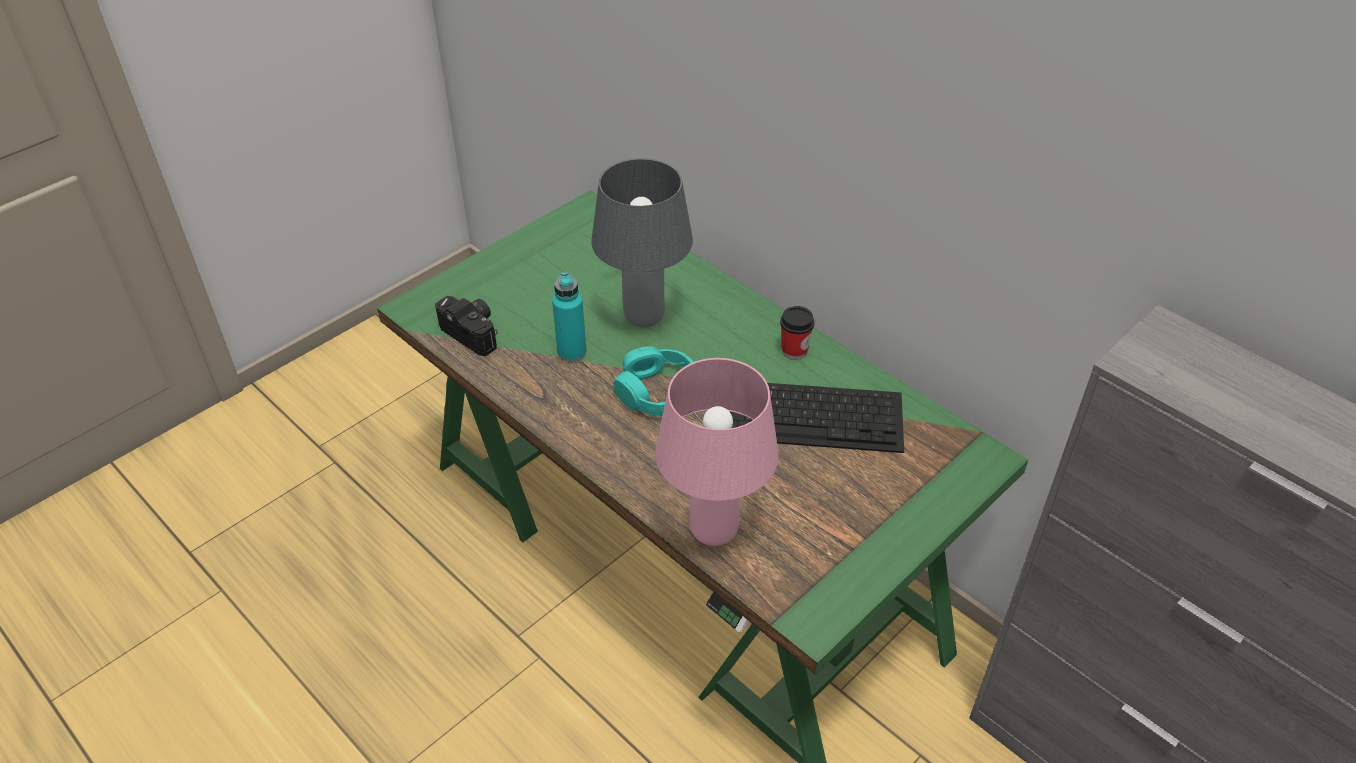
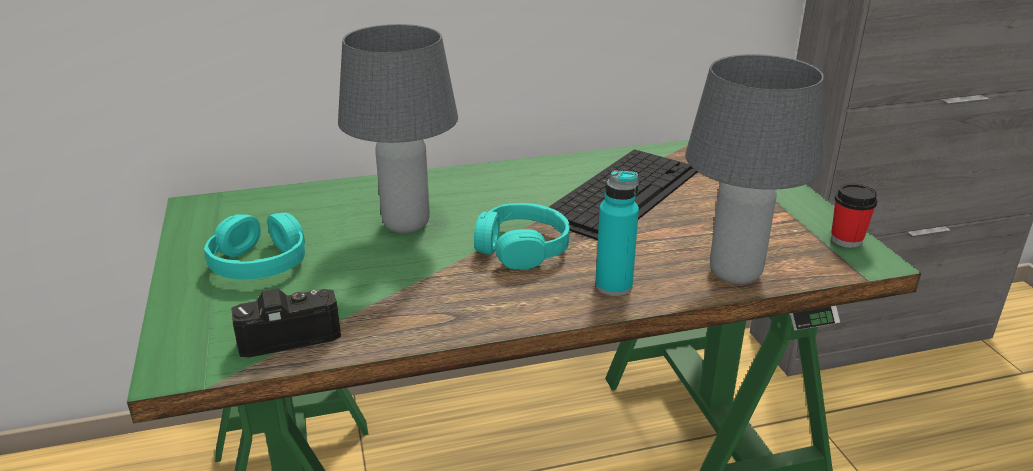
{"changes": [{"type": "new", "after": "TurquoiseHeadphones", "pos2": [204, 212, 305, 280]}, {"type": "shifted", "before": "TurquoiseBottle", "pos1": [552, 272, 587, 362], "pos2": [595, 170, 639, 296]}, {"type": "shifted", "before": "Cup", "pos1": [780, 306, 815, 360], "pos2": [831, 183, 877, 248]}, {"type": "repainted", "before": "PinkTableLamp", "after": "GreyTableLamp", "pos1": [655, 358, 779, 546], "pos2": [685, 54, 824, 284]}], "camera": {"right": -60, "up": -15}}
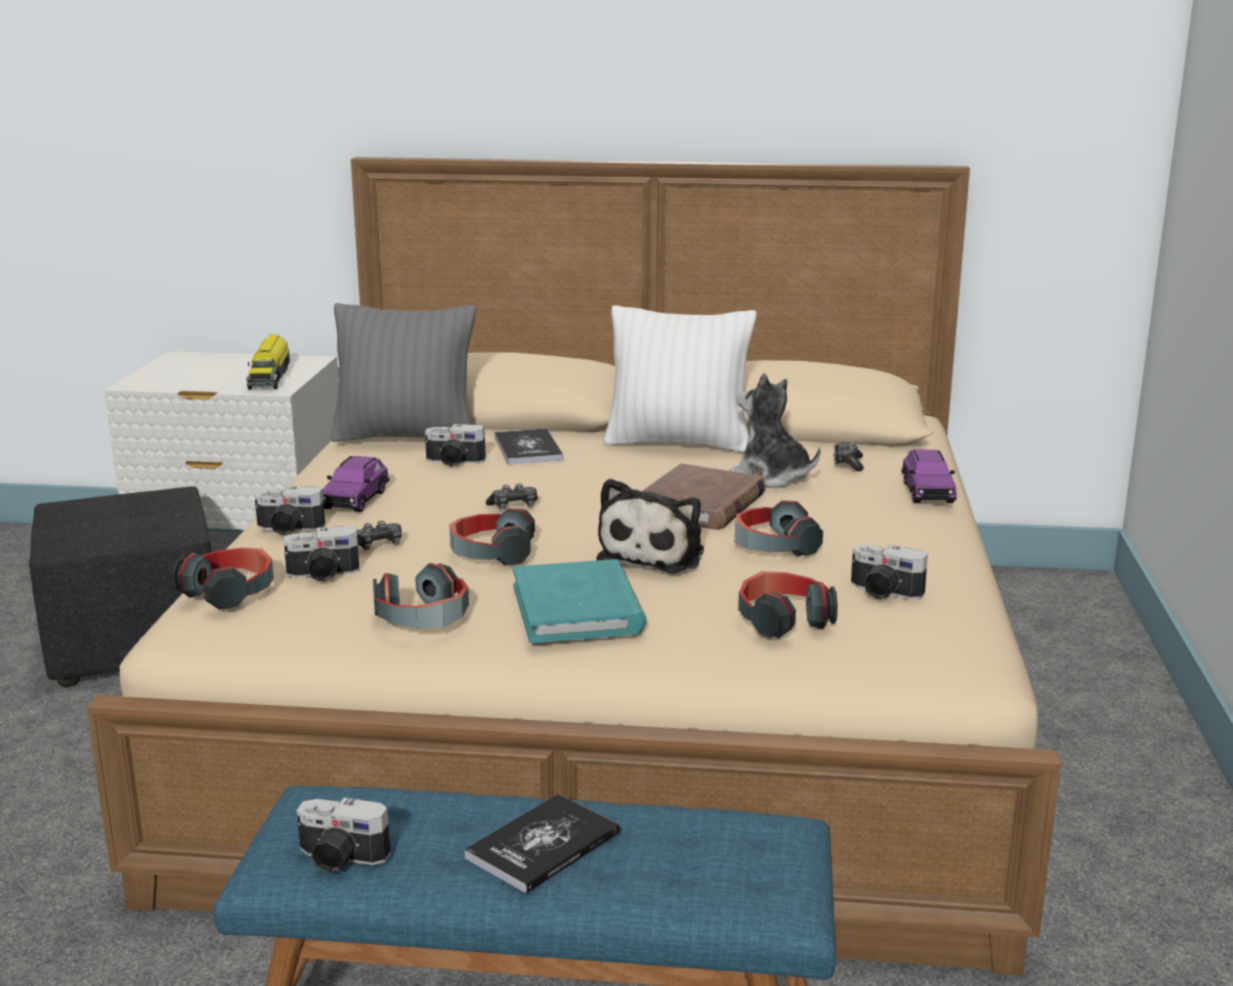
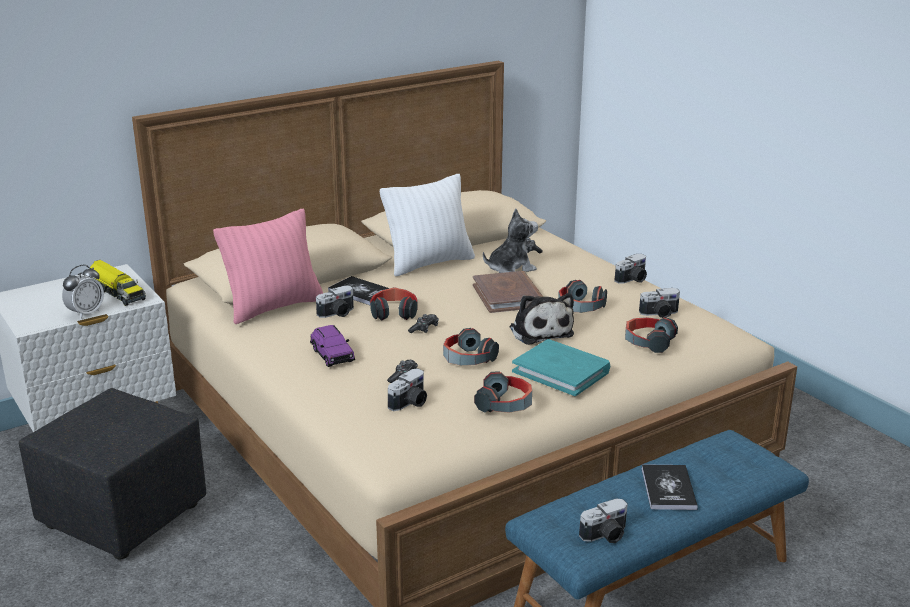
{"changes": [{"type": "gone", "before": "PurpleToyCar", "pos1": [901, 450, 957, 503]}, {"type": "new", "after": "AlarmClock", "pos2": [62, 265, 104, 319]}, {"type": "shifted", "before": "Headphones", "pos1": [171, 548, 274, 610], "pos2": [370, 287, 418, 320]}, {"type": "shifted", "before": "PhotoCamera", "pos1": [254, 486, 325, 536], "pos2": [614, 254, 647, 284]}, {"type": "repainted", "before": "GreyPillow", "after": "PinkPillow", "pos1": [330, 303, 476, 442], "pos2": [213, 209, 323, 324]}, {"type": "rotated", "before": "PlushToy", "pos1": [729, 373, 821, 488], "pos2": [483, 209, 538, 273], "turn": 150}], "camera": {"right": -40, "up": 5}}
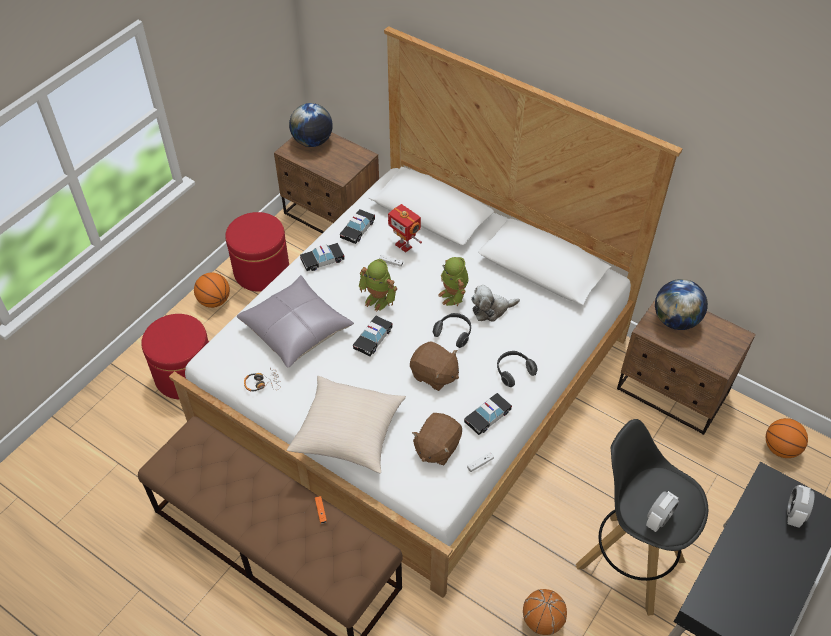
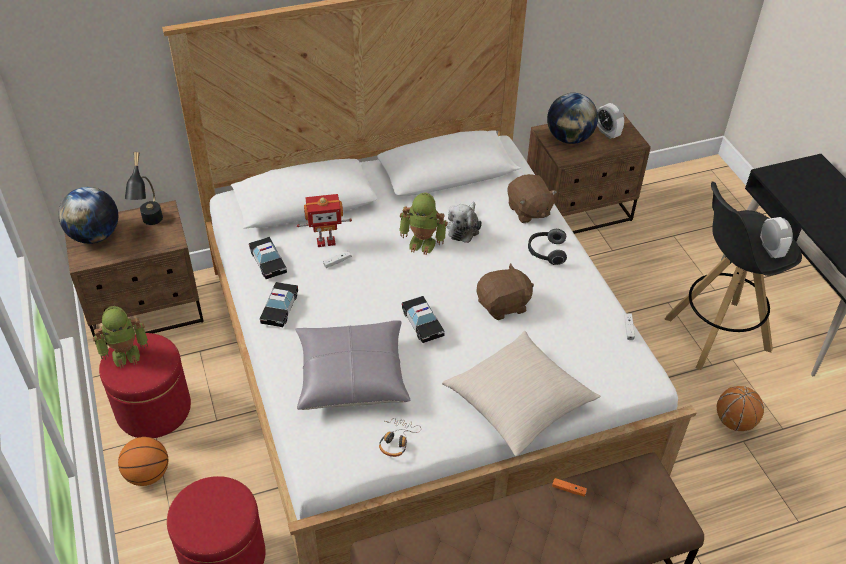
{"changes": [{"type": "gone", "before": "Headphones", "pos1": [433, 313, 471, 348]}, {"type": "gone", "before": "ToyCar", "pos1": [464, 393, 512, 435]}, {"type": "gone", "before": "Basketball", "pos1": [766, 418, 808, 458]}, {"type": "new", "after": "BlackTableLamp", "pos2": [125, 152, 163, 225]}, {"type": "shifted", "before": "ToyRobot", "pos1": [359, 259, 397, 311], "pos2": [93, 306, 148, 369]}, {"type": "shifted", "before": "BrownPlushToy", "pos1": [412, 413, 462, 465], "pos2": [507, 174, 557, 223]}, {"type": "shifted", "before": "AlarmClock", "pos1": [787, 485, 815, 528], "pos2": [597, 103, 624, 139]}], "camera": {"right": -55, "up": -5}}
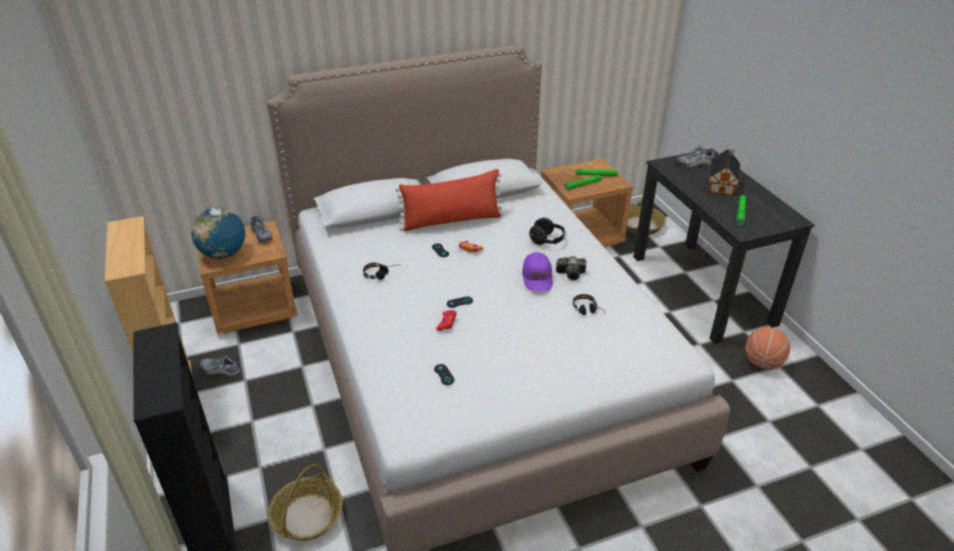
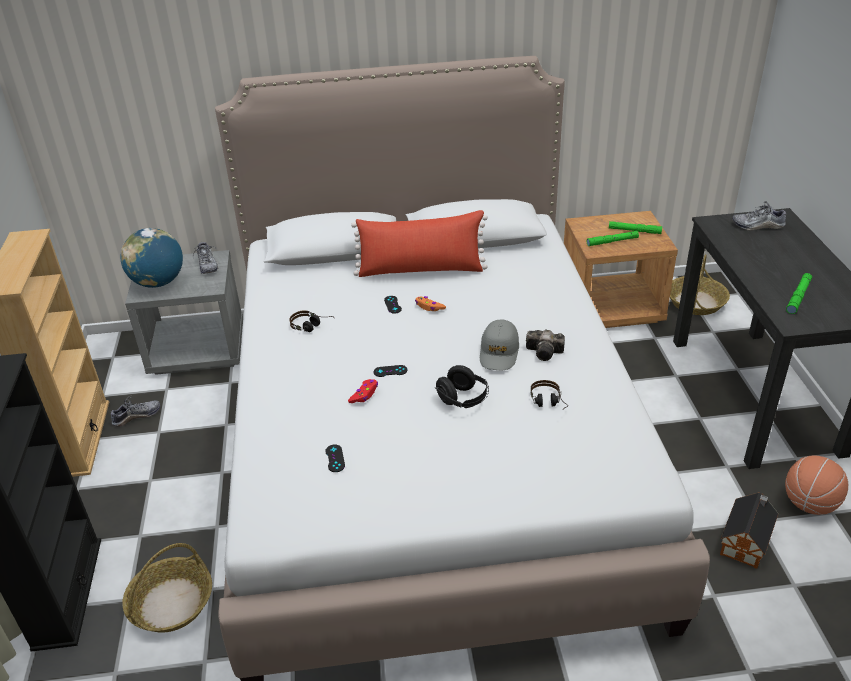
{"changes": [{"type": "shifted", "before": "BlackHeadphones", "pos1": [529, 218, 566, 245], "pos2": [434, 365, 489, 408]}, {"type": "shifted", "before": "ToyHouse", "pos1": [708, 149, 740, 196], "pos2": [720, 492, 778, 569]}, {"type": "repainted", "before": "BrownNightstand", "after": "GreyNightstand", "pos1": [197, 220, 298, 334], "pos2": [125, 250, 243, 375]}, {"type": "repainted", "before": "PurpleCap", "after": "GreyCap", "pos1": [522, 252, 553, 292], "pos2": [480, 319, 519, 370]}, {"type": "rotated", "before": "Shoe", "pos1": [200, 353, 240, 376], "pos2": [111, 395, 160, 427], "turn": 120}], "camera": {"right": 15, "up": 0}}
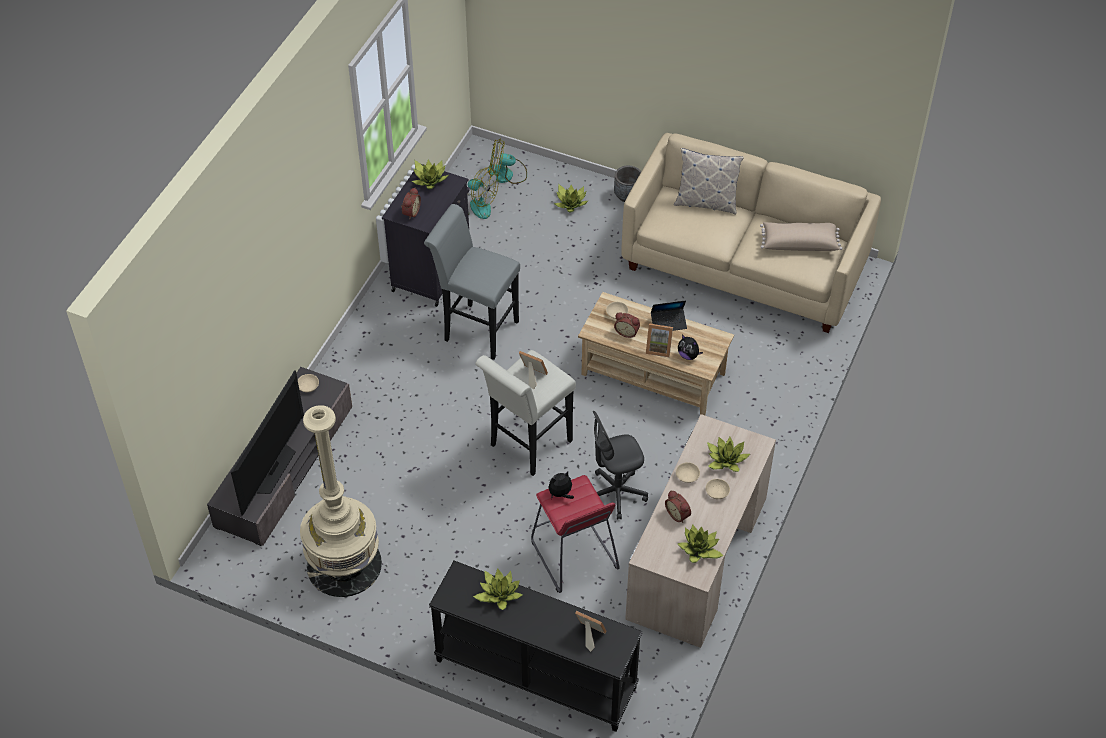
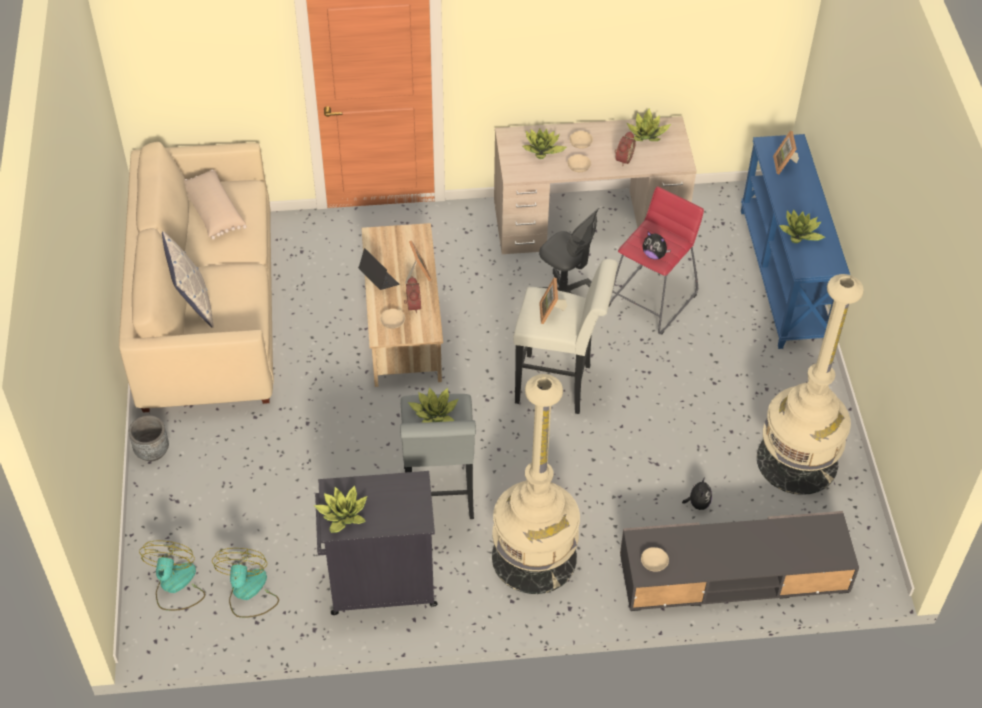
{"changes": [{"type": "gone", "before": "Television", "pos1": [231, 370, 304, 516]}, {"type": "gone", "before": "AlarmClock", "pos1": [401, 187, 421, 219]}, {"type": "new", "after": "BeigeFloorLamp", "pos2": [492, 374, 580, 594]}, {"type": "shifted", "before": "PottedPlant", "pos1": [554, 184, 589, 212], "pos2": [408, 388, 458, 423]}, {"type": "shifted", "before": "PlushToy", "pos1": [678, 335, 703, 360], "pos2": [682, 478, 712, 510]}, {"type": "repainted", "before": "BlackConsoleTable", "after": "BlueConsoleTable", "pos1": [429, 561, 642, 732], "pos2": [741, 134, 850, 349]}, {"type": "rotated", "before": "Fan", "pos1": [488, 138, 527, 184], "pos2": [139, 540, 205, 611], "turn": -150}], "camera": {"right": -120, "up": 0}}
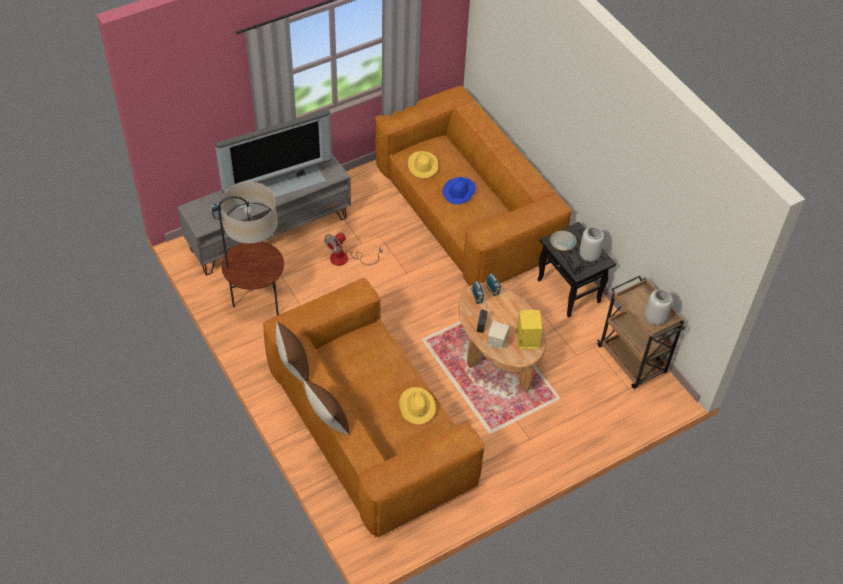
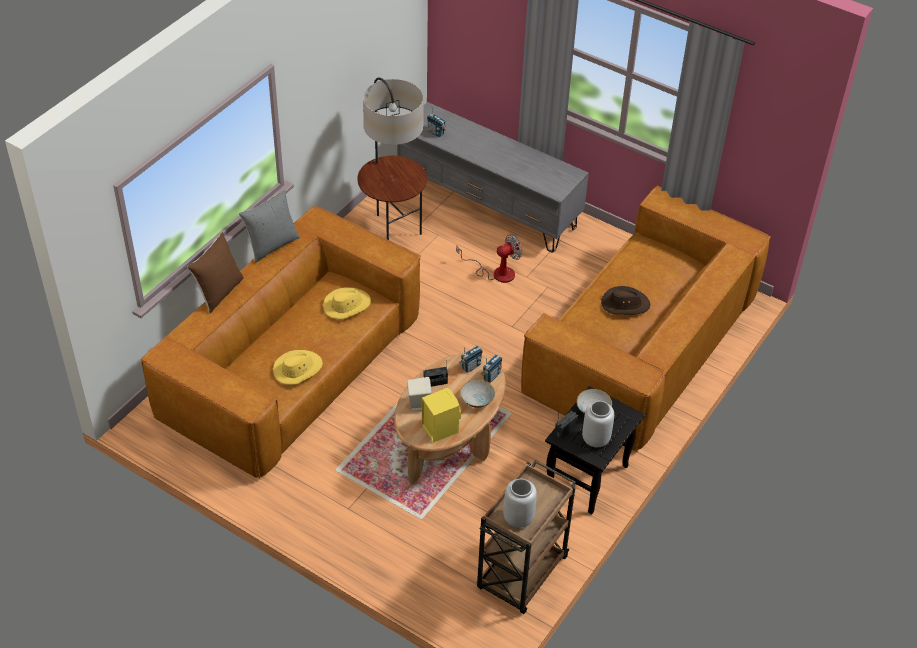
{"changes": [{"type": "gone", "before": "Television", "pos1": [215, 109, 332, 209]}, {"type": "new", "after": "Bowl", "pos2": [460, 380, 495, 408]}, {"type": "shifted", "before": "YellowHat", "pos1": [408, 151, 438, 179], "pos2": [323, 287, 371, 319]}, {"type": "repainted", "before": "BrownPillow", "after": "GreyPillow", "pos1": [276, 321, 309, 383], "pos2": [239, 189, 300, 263]}, {"type": "repainted", "before": "BlueHat", "after": "BrownHat", "pos1": [442, 177, 476, 204], "pos2": [601, 286, 650, 315]}, {"type": "rotated", "before": "Fan", "pos1": [324, 233, 383, 266], "pos2": [456, 234, 522, 283], "turn": 135}], "camera": {"right": 65, "up": -5}}
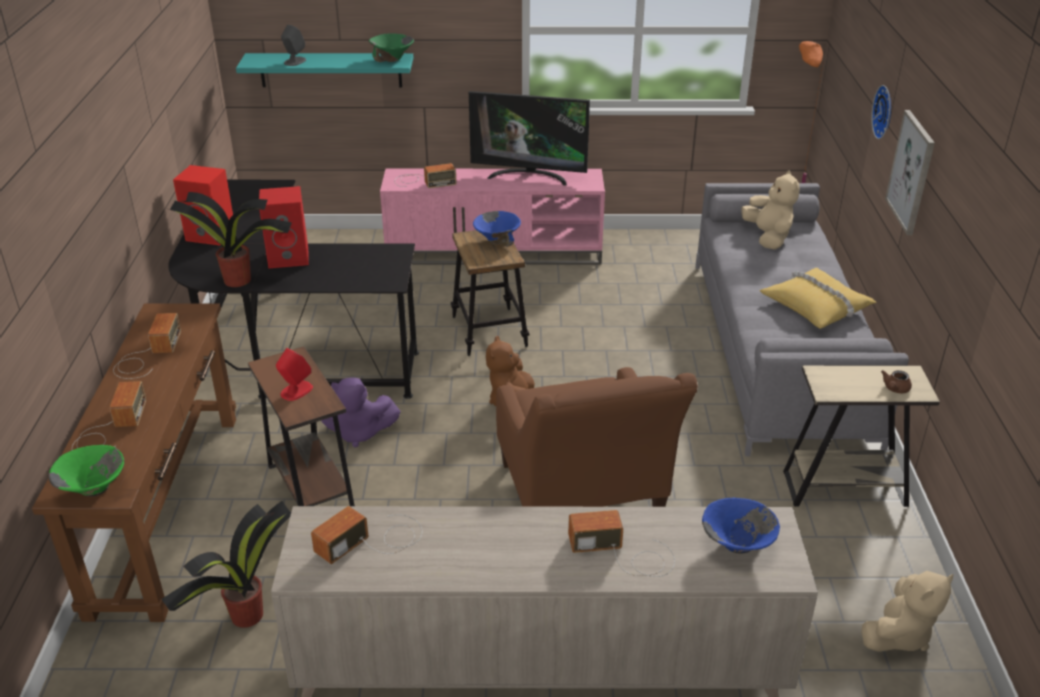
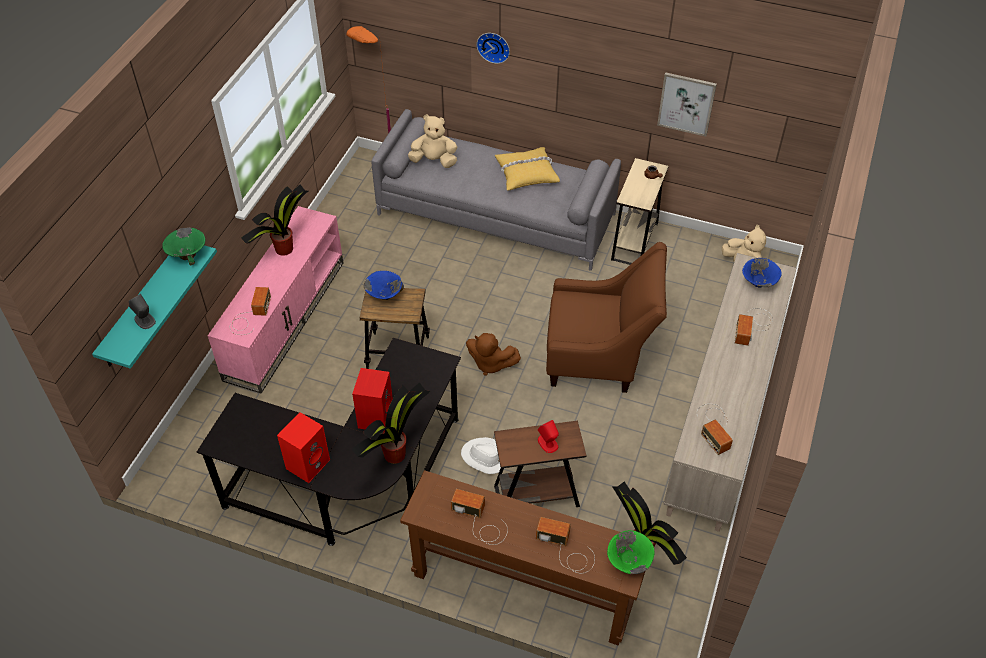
{"changes": [{"type": "shifted", "before": "Picture", "pos1": [885, 110, 935, 235], "pos2": [657, 72, 717, 137]}, {"type": "swapped", "before": "PurplePlushToy", "after": "WhiteHat", "pos1": [321, 377, 401, 448], "pos2": [461, 437, 505, 474]}, {"type": "swapped", "before": "Television", "after": "PottedPlant", "pos1": [469, 91, 590, 186], "pos2": [241, 184, 308, 256]}], "camera": {"right": -70, "up": 15}}
